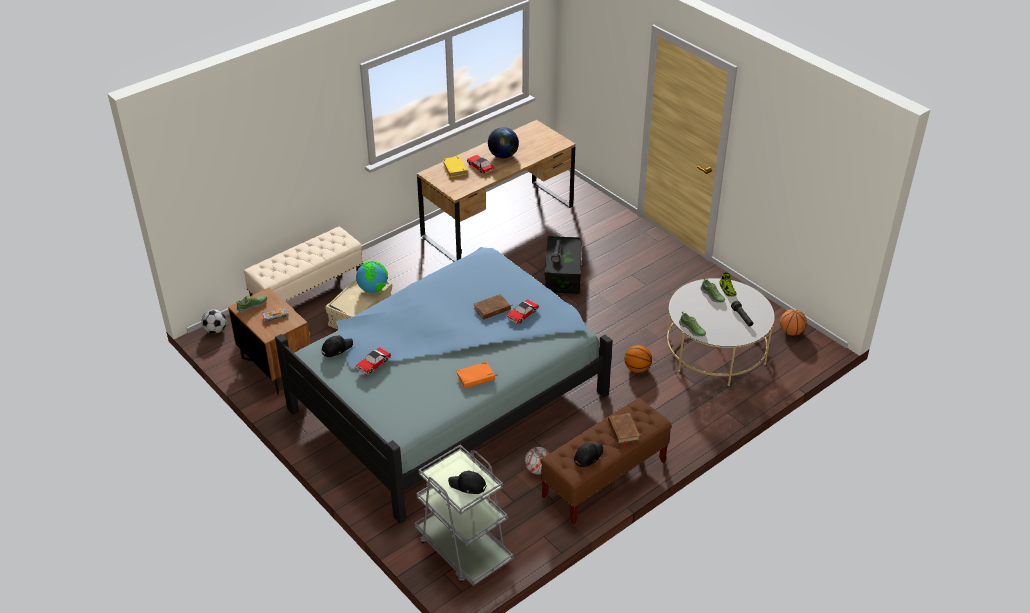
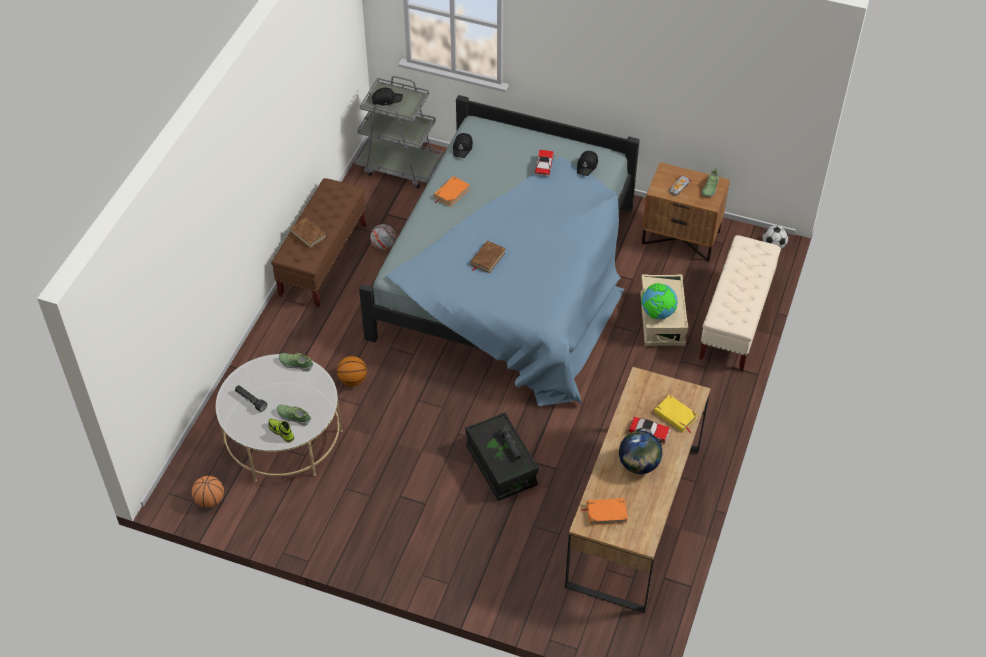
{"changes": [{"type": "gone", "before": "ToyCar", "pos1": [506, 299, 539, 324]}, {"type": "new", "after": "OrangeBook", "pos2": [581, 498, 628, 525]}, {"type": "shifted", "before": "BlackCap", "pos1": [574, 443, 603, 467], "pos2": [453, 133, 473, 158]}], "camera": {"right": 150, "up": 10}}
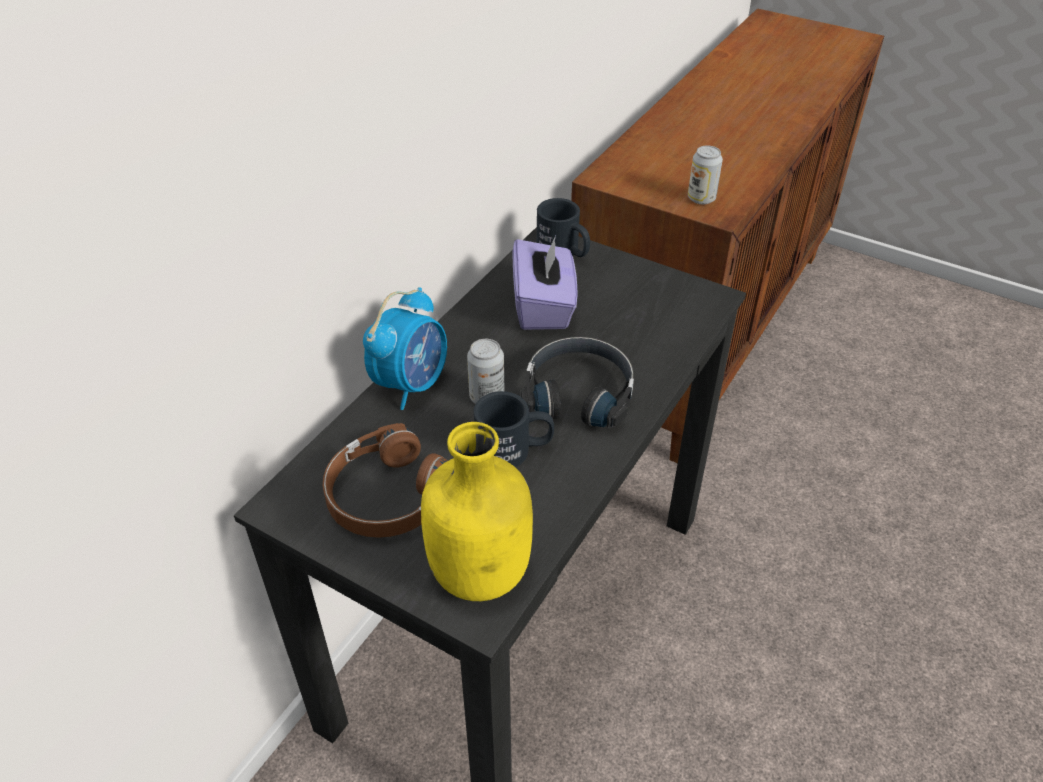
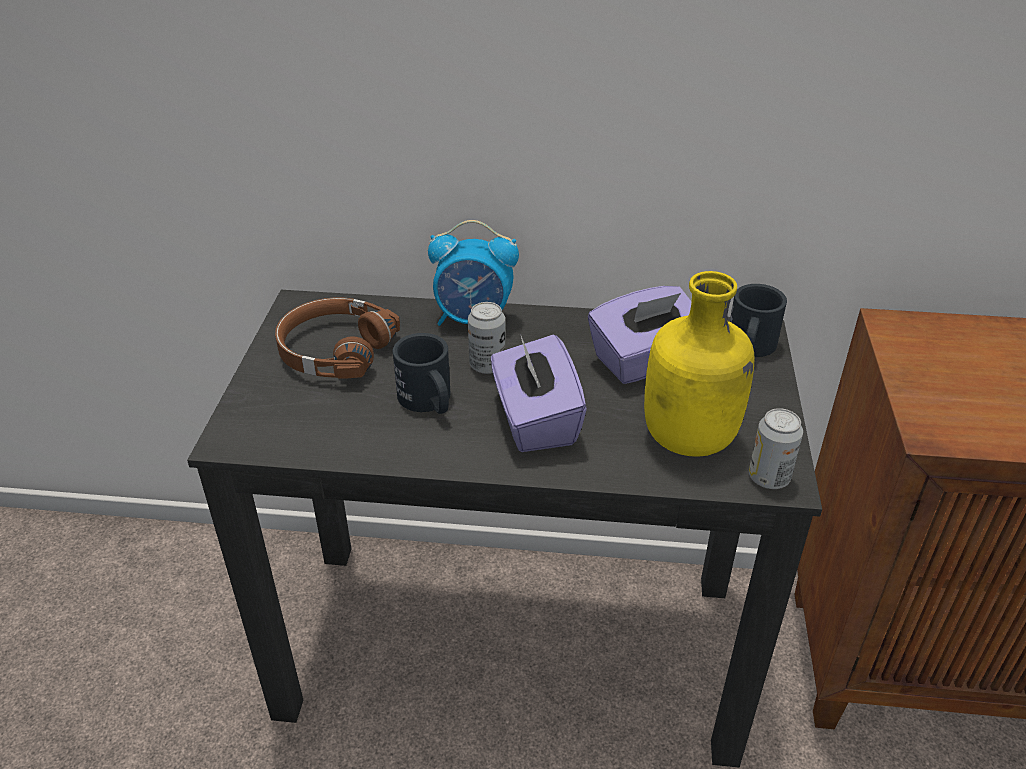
{"changes": [{"type": "shifted", "before": "YellowBottle", "pos1": [421, 422, 533, 601], "pos2": [644, 271, 754, 457]}, {"type": "shifted", "before": "Can", "pos1": [688, 146, 723, 204], "pos2": [749, 408, 803, 489]}, {"type": "swapped", "before": "BlackHeadphones", "after": "PurpleTissueBox", "pos1": [521, 336, 634, 428], "pos2": [491, 334, 587, 452]}], "camera": {"right": 65, "up": -5}}
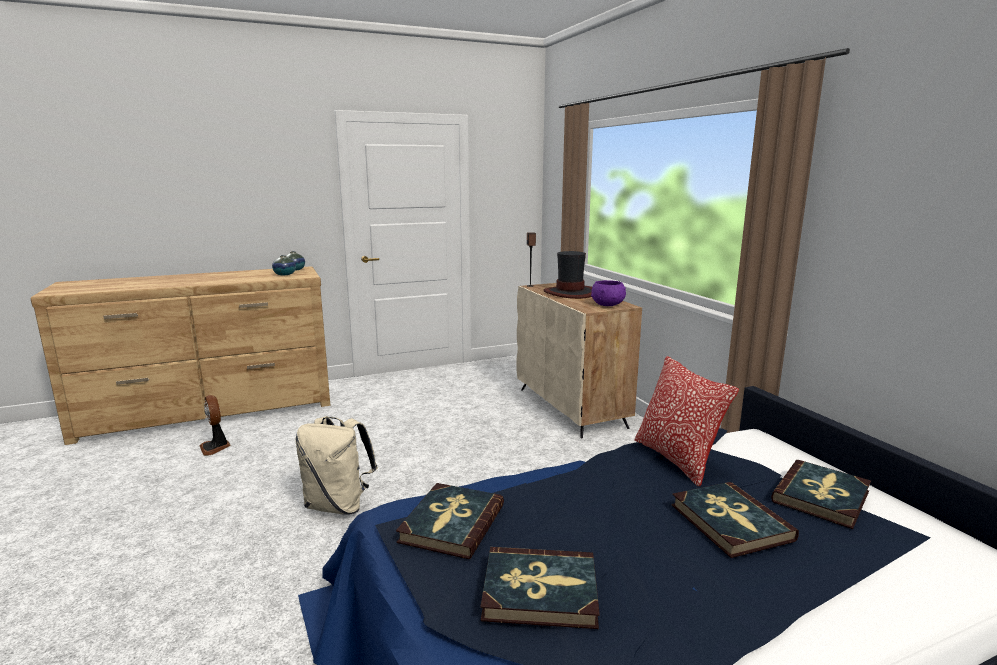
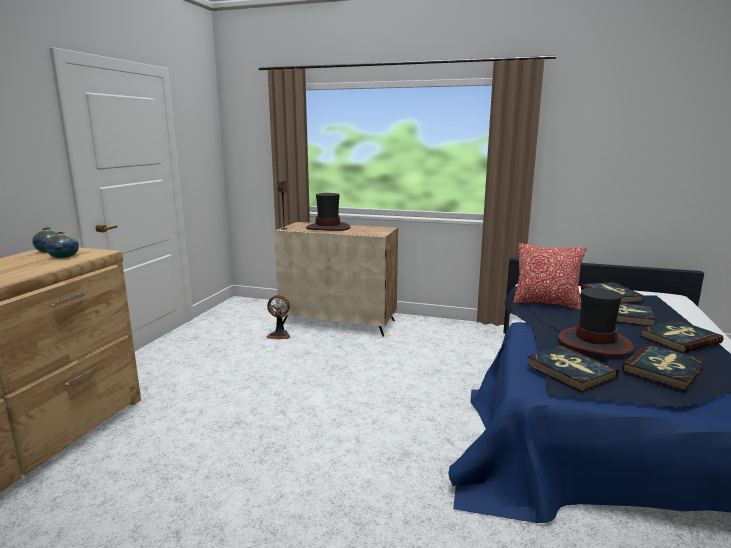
{"changes": [{"type": "gone", "before": "BeigeBackpack", "pos1": [295, 416, 378, 515]}, {"type": "gone", "before": "PurpleBowl", "pos1": [591, 280, 626, 306]}, {"type": "new", "after": "Hat", "pos2": [558, 288, 633, 356]}, {"type": "new", "after": "Book", "pos2": [639, 320, 723, 353]}, {"type": "shifted", "before": "Fan", "pos1": [199, 395, 231, 456], "pos2": [266, 295, 290, 339]}], "camera": {"right": -50, "up": 0}}
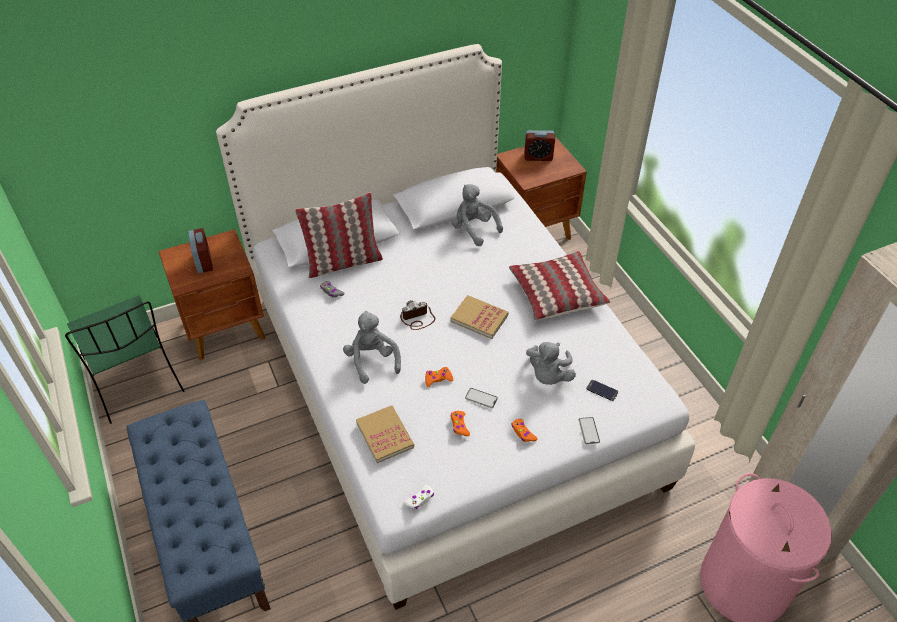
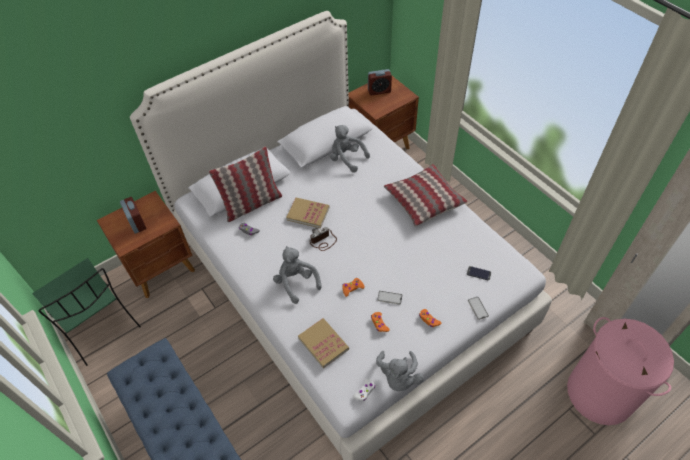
{"changes": [{"type": "shifted", "before": "Book", "pos1": [450, 295, 509, 339], "pos2": [286, 198, 329, 228]}, {"type": "shifted", "before": "GreyPlushToy", "pos1": [526, 342, 576, 385], "pos2": [376, 351, 424, 391]}], "camera": {"right": -10, "up": 5}}
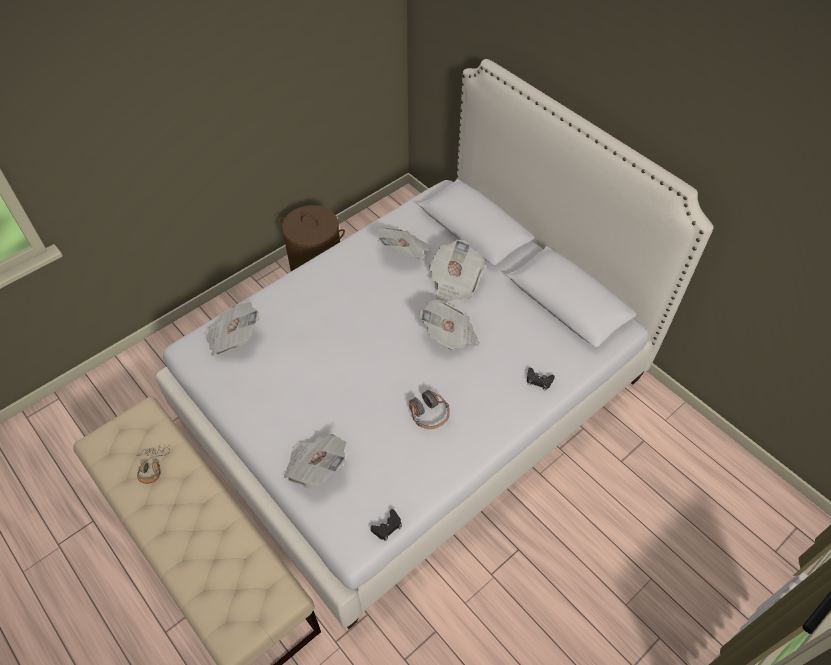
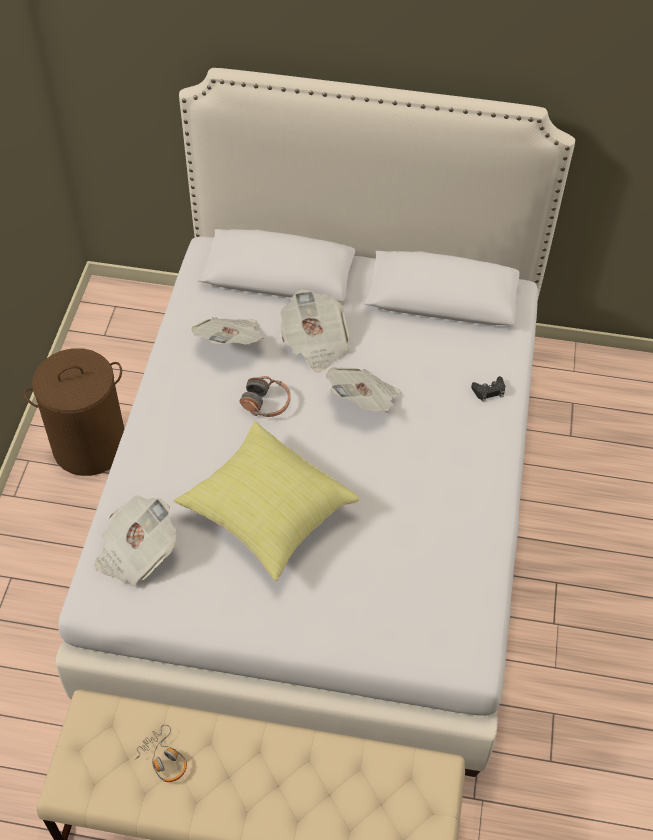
{"changes": [{"type": "gone", "before": "Newspaper", "pos1": [284, 434, 346, 488]}, {"type": "gone", "before": "BlackGameController", "pos1": [370, 509, 402, 541]}, {"type": "new", "after": "YellowPillow", "pos2": [174, 422, 359, 581]}, {"type": "shifted", "before": "Headphones", "pos1": [409, 390, 450, 429], "pos2": [240, 376, 291, 417]}], "camera": {"right": -40, "up": 0}}
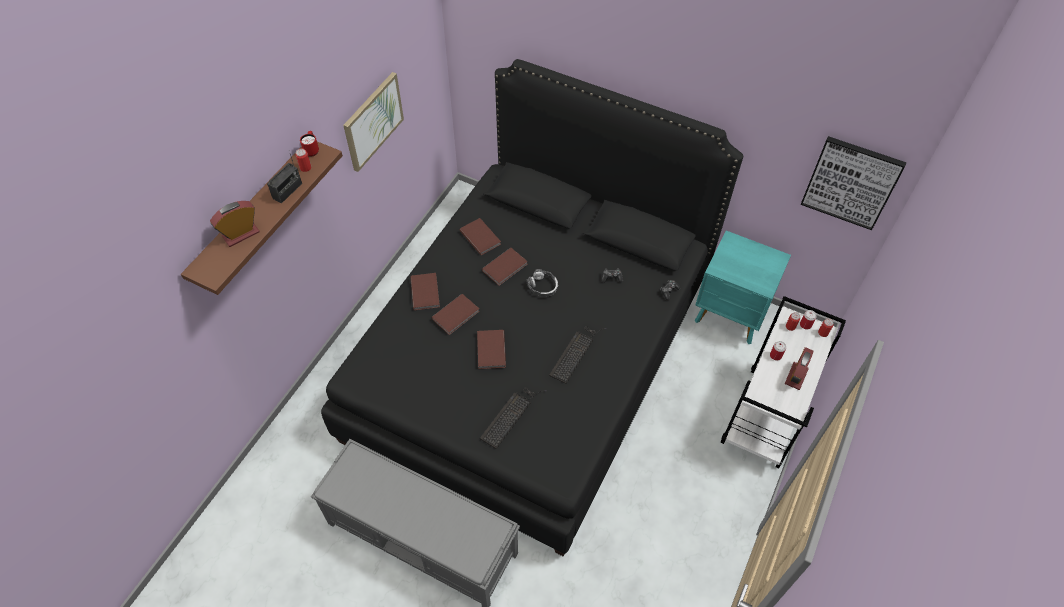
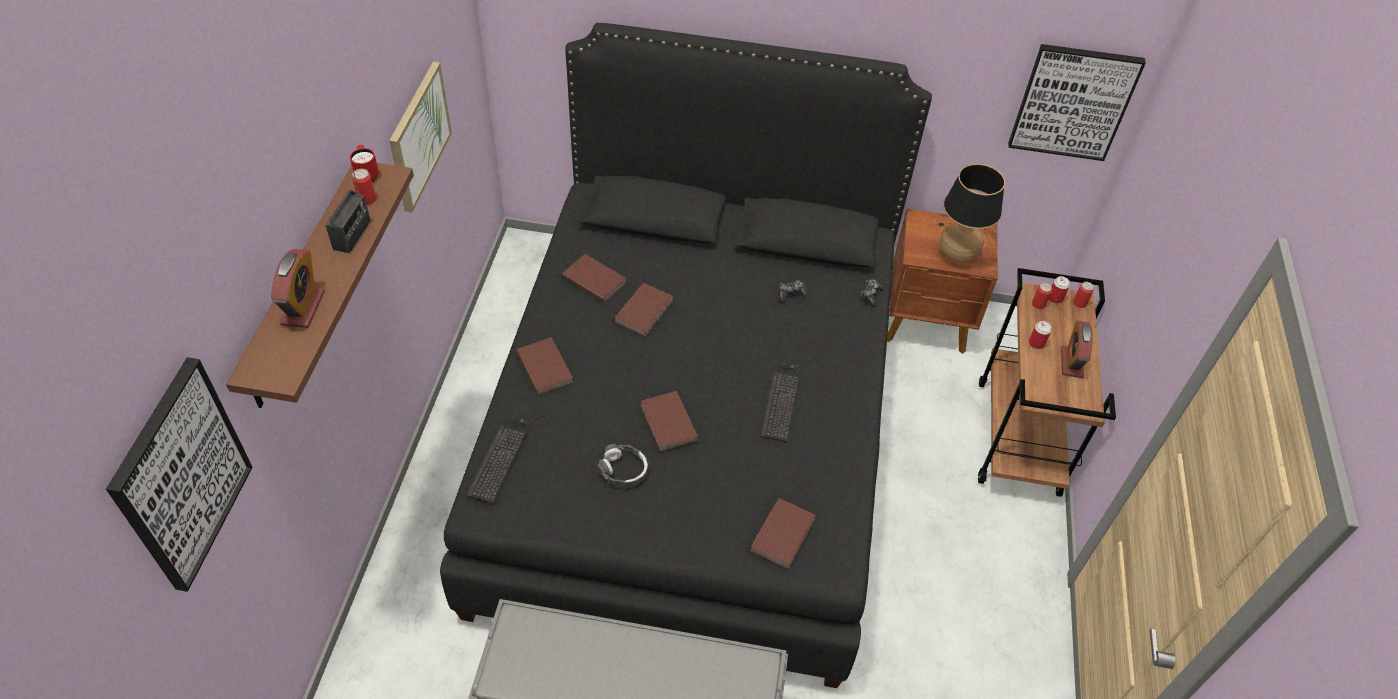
{"changes": [{"type": "new", "after": "Picture", "pos2": [106, 357, 253, 592]}, {"type": "new", "after": "TableLamp", "pos2": [937, 164, 1005, 262]}, {"type": "shifted", "before": "BrownBook", "pos1": [431, 294, 479, 335], "pos2": [750, 498, 816, 569]}, {"type": "shifted", "before": "Keyboard", "pos1": [480, 387, 547, 449], "pos2": [467, 413, 545, 504]}, {"type": "shifted", "before": "Headphones", "pos1": [526, 269, 558, 297], "pos2": [596, 444, 648, 486]}, {"type": "repainted", "before": "TurquoiseNightstand", "after": "BrownNightstand", "pos1": [695, 231, 791, 344], "pos2": [887, 208, 998, 354]}, {"type": "repainted", "before": "WhiteCart", "after": "BrownCart", "pos1": [721, 296, 846, 469], "pos2": [978, 268, 1116, 497]}, {"type": "rotated", "before": "AlarmClock", "pos1": [210, 201, 260, 247], "pos2": [271, 249, 325, 328], "turn": 150}], "camera": {"right": -20, "up": -5}}
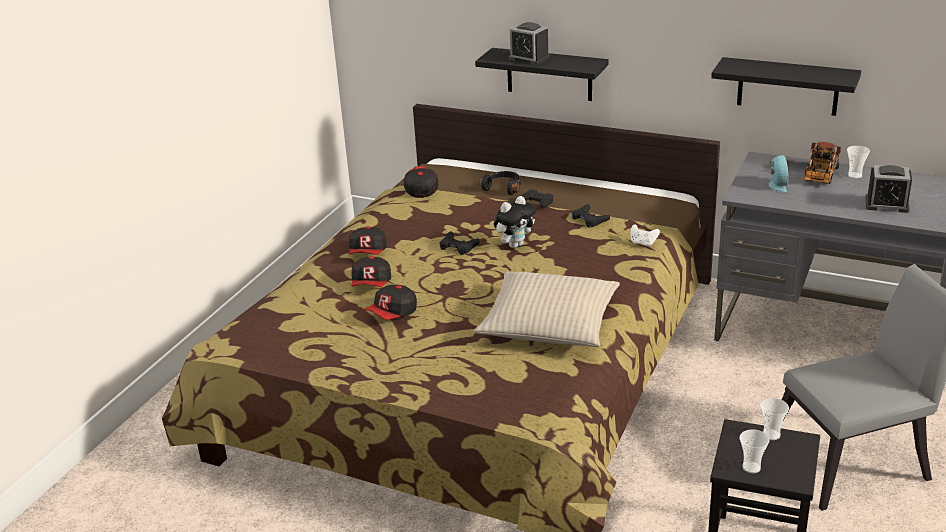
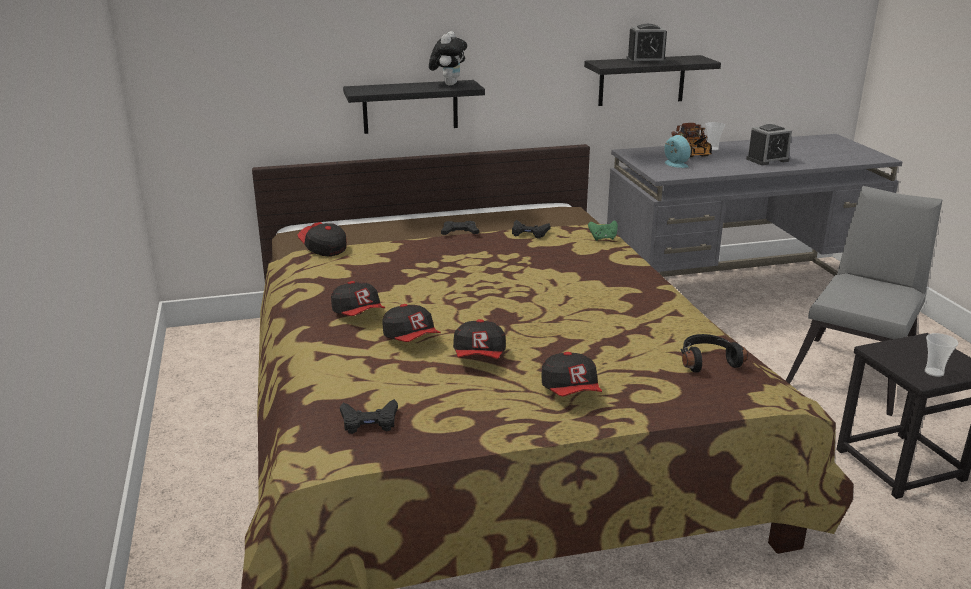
{"changes": [{"type": "gone", "before": "BeigePillow", "pos1": [474, 271, 620, 347]}, {"type": "gone", "before": "Cup", "pos1": [760, 398, 789, 440]}, {"type": "new", "after": "Cap", "pos2": [542, 352, 602, 397]}, {"type": "shifted", "before": "BlackGameController", "pos1": [439, 231, 479, 255], "pos2": [340, 399, 398, 434]}, {"type": "shifted", "before": "BlackHeadphones", "pos1": [479, 171, 521, 195], "pos2": [681, 334, 748, 372]}, {"type": "shifted", "before": "PlushToy", "pos1": [494, 196, 536, 248], "pos2": [429, 31, 467, 86]}, {"type": "shifted", "before": "AlarmClock", "pos1": [509, 22, 550, 65], "pos2": [626, 24, 667, 64]}, {"type": "repainted", "before": "WhiteGameController", "after": "GreenGameController", "pos1": [631, 224, 660, 247], "pos2": [588, 220, 618, 241]}], "camera": {"right": -40, "up": -5}}
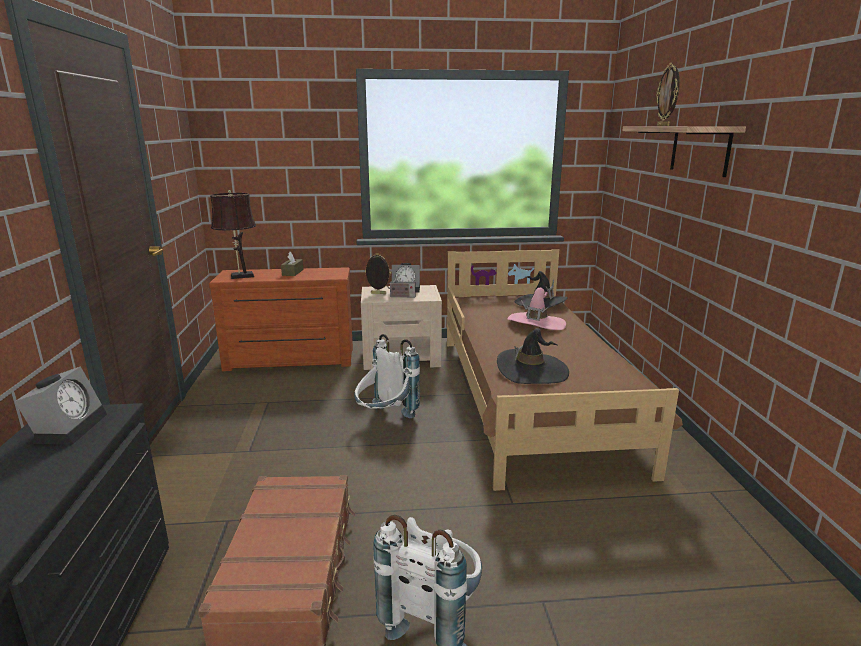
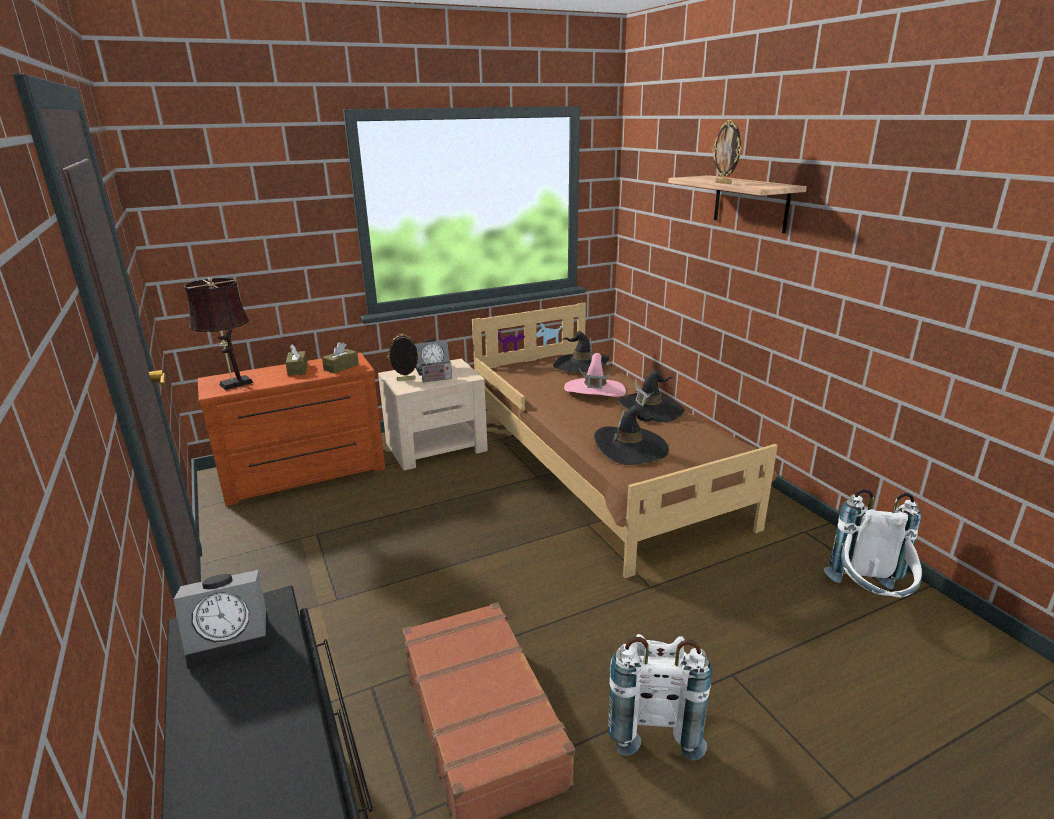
{"changes": [{"type": "new", "after": "BrownTissueBox", "pos2": [322, 342, 359, 374]}, {"type": "new", "after": "BlackHat", "pos2": [618, 370, 684, 423]}, {"type": "shifted", "before": "WhiteBackpack", "pos1": [354, 334, 420, 418], "pos2": [824, 489, 922, 598]}, {"type": "rotated", "before": "AlarmClock", "pos1": [14, 366, 107, 444], "pos2": [173, 570, 268, 669], "turn": 90}], "camera": {"right": -20, "up": 5}}
